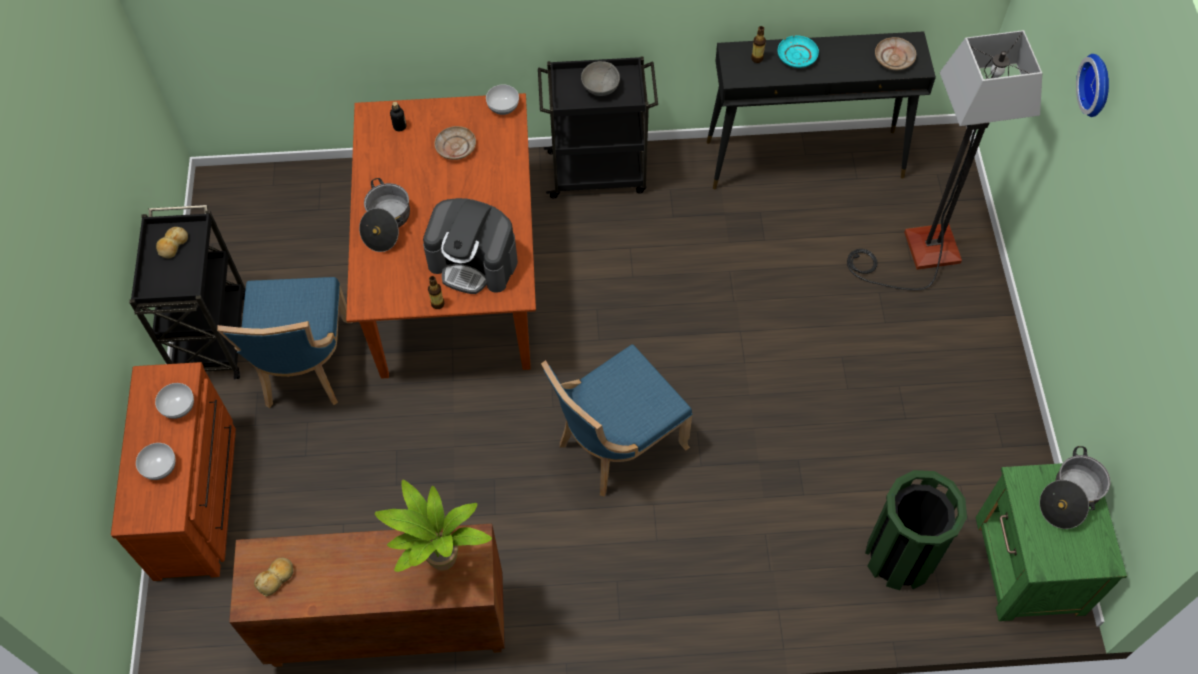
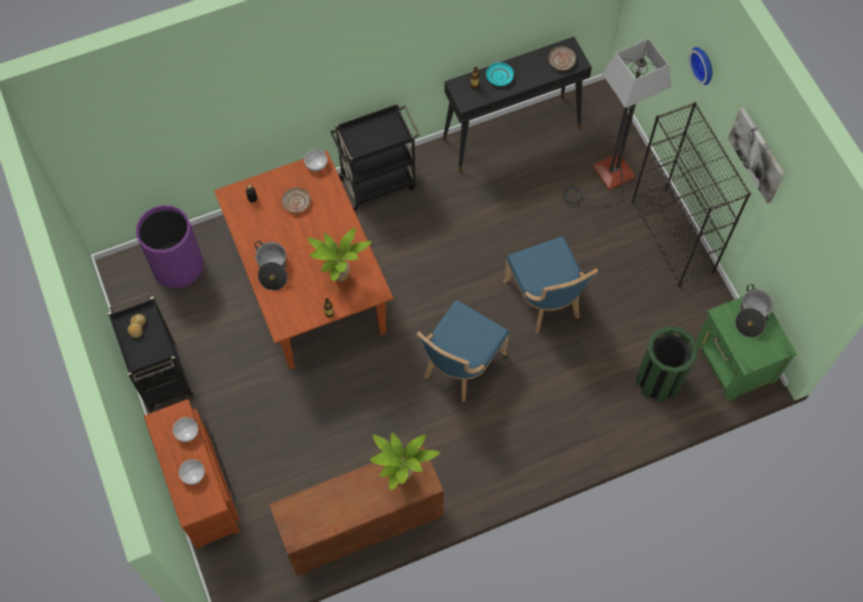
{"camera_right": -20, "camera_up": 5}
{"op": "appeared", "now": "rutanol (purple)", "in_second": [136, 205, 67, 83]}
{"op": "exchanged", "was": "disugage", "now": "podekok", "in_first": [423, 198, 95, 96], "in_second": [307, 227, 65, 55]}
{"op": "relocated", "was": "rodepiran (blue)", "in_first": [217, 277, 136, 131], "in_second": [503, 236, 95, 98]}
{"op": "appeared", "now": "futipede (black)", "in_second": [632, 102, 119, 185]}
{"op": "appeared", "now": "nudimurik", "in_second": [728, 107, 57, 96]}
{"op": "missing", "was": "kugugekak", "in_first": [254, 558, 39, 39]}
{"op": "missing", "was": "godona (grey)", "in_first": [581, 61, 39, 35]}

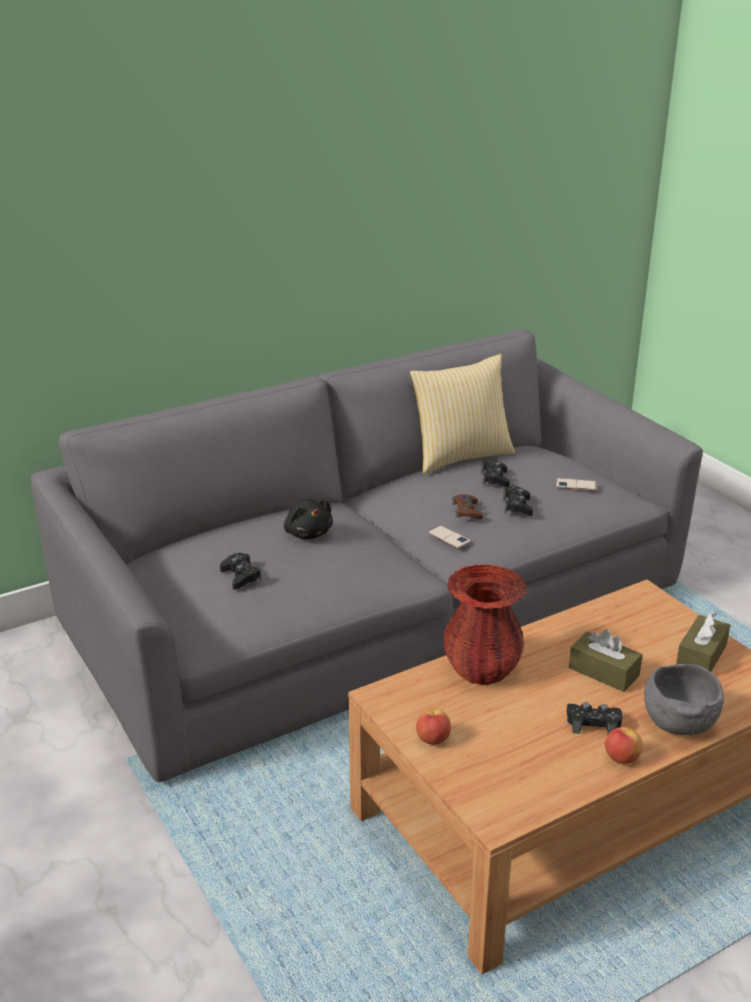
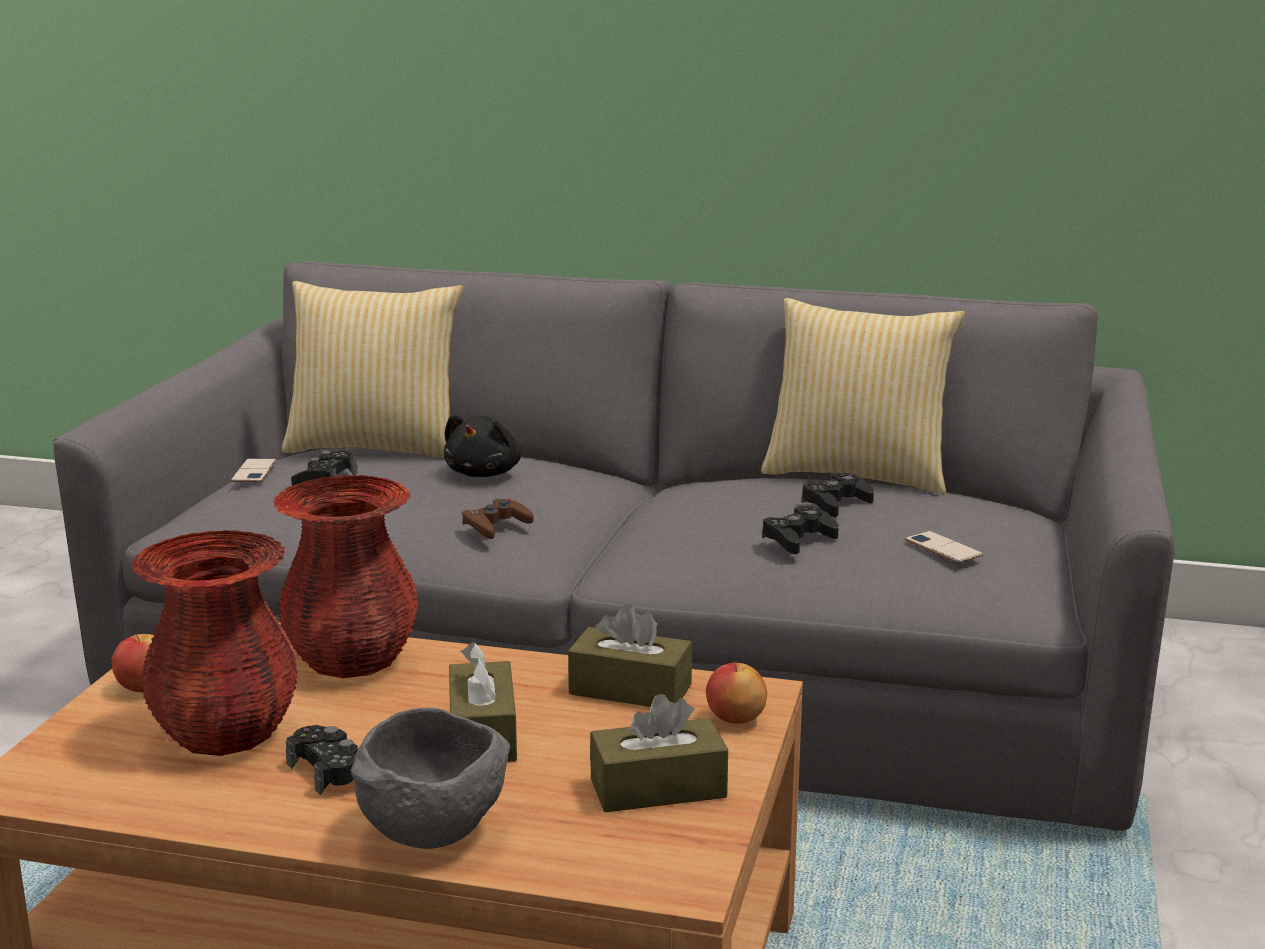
{"camera_right": 45, "camera_up": -10}
{"op": "appeared", "now": "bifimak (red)", "in_second": [131, 530, 167, 226]}
{"op": "relocated", "was": "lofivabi", "in_first": [428, 525, 43, 24], "in_second": [231, 459, 46, 23]}
{"op": "appeared", "now": "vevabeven", "in_second": [282, 281, 181, 178]}
{"op": "relocated", "was": "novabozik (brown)", "in_first": [452, 494, 31, 26], "in_second": [462, 498, 72, 41]}
{"op": "appeared", "now": "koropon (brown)", "in_second": [568, 604, 124, 103]}
{"op": "relocated", "was": "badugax", "in_first": [605, 727, 38, 37], "in_second": [706, 661, 61, 63]}

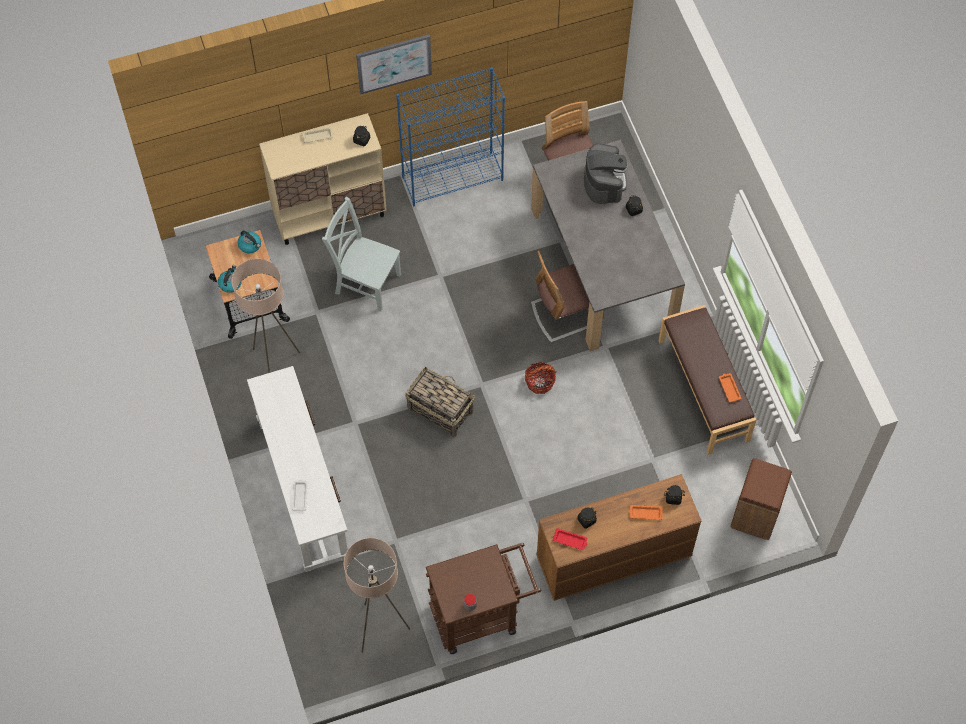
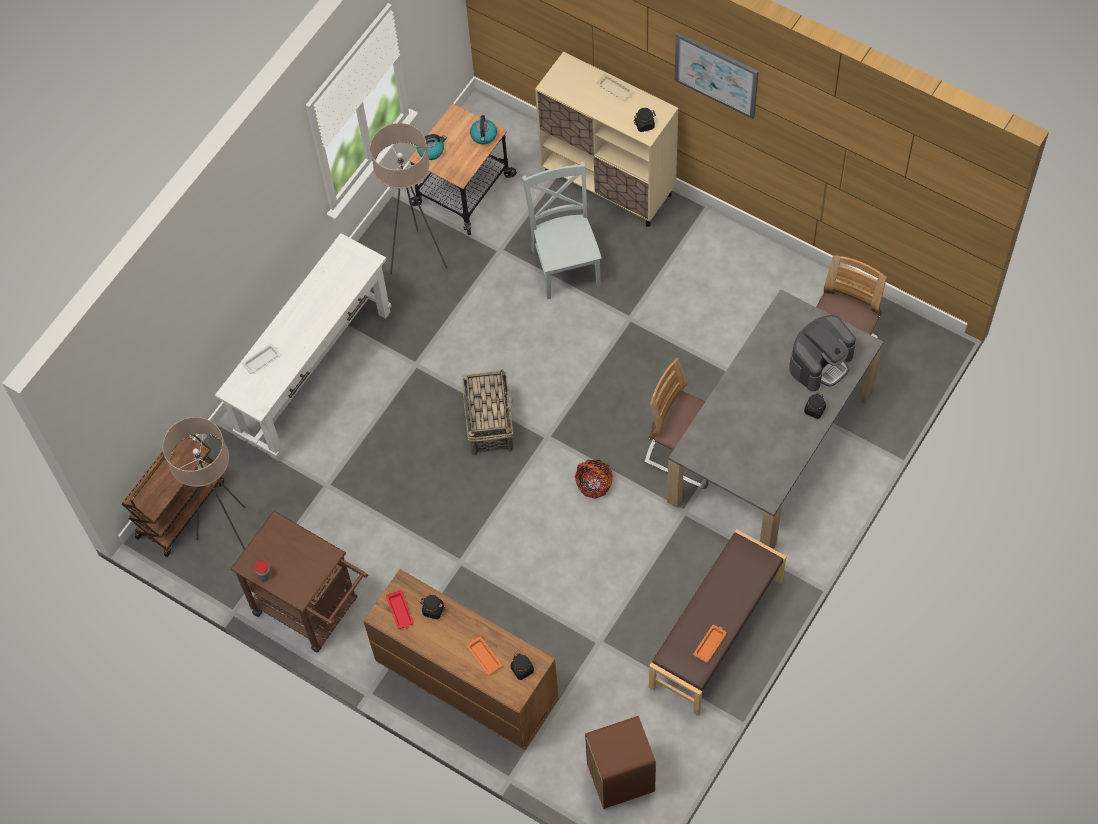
{"camera_right": 55, "camera_up": 0}
{"op": "appeared", "now": "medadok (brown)", "in_second": [122, 435, 102, 122]}
{"op": "missing", "was": "futipede (blue)", "in_first": [396, 67, 109, 139]}

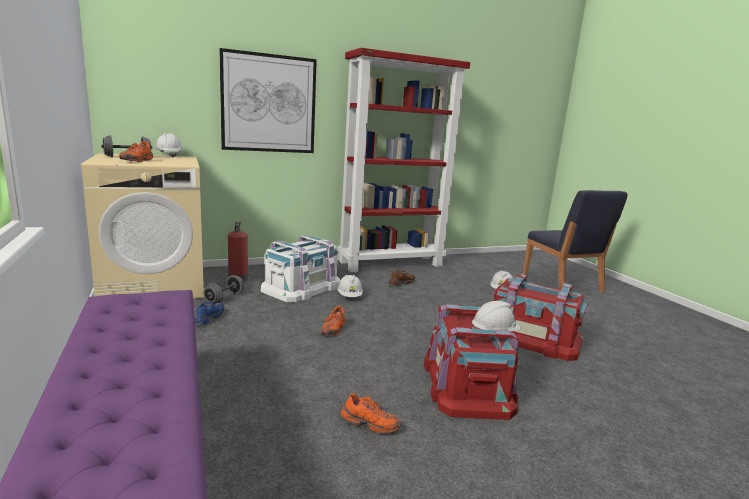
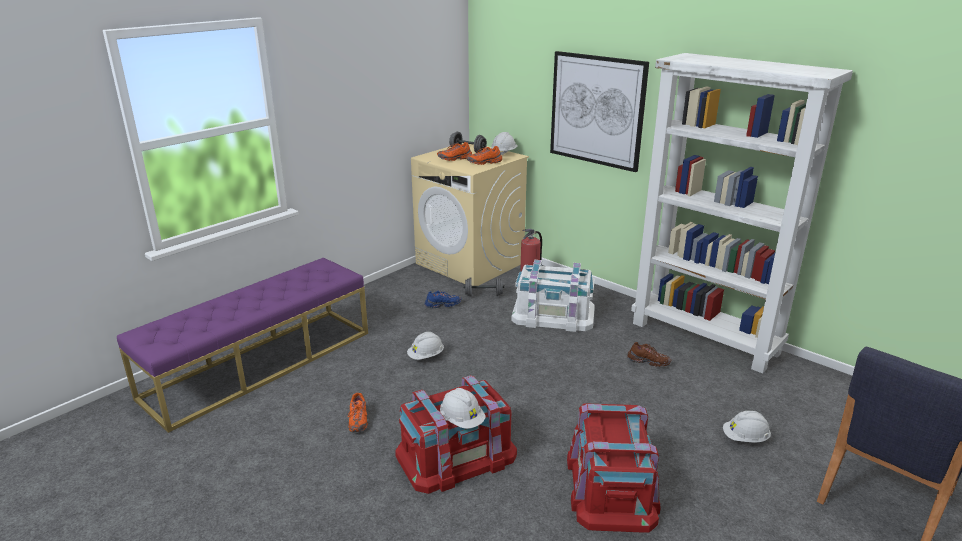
{"camera_right": 65, "camera_up": 10}
{"op": "relocated", "was": "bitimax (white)", "in_first": [337, 275, 26, 22], "in_second": [407, 332, 37, 28]}
{"op": "relocated", "was": "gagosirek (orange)", "in_first": [321, 306, 25, 29], "in_second": [466, 146, 36, 19]}
{"op": "colour", "was": "futipede (red)", "now": "futipede (white)", "in_first": [338, 48, 133, 224], "in_second": [631, 53, 222, 321]}

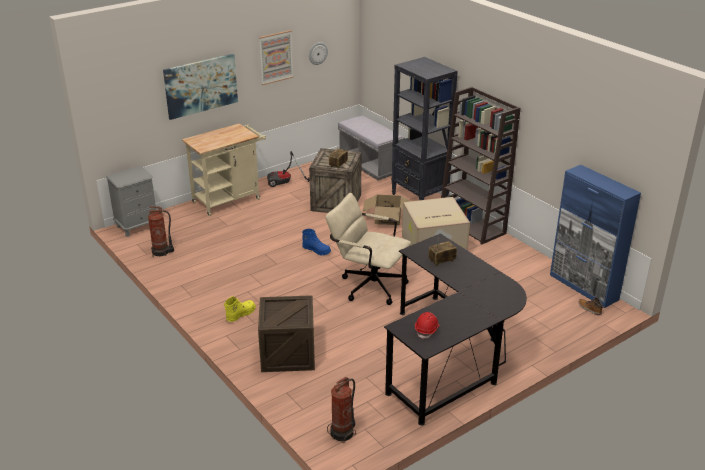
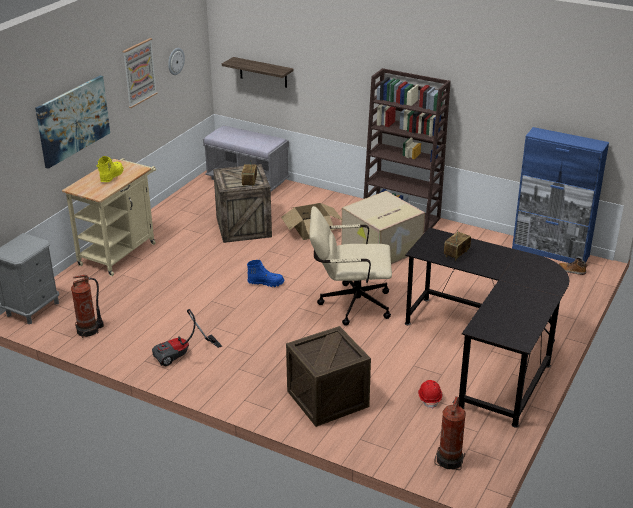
{"camera_right": -25, "camera_up": 0}
{"op": "relocated", "was": "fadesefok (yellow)", "in_first": [224, 296, 32, 26], "in_second": [97, 156, 27, 26]}
{"op": "relocated", "was": "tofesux", "in_first": [267, 151, 43, 36], "in_second": [152, 309, 70, 57]}
{"op": "appeared", "now": "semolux", "in_second": [222, 57, 72, 31]}
{"op": "relocated", "was": "bitimax (red)", "in_first": [415, 312, 25, 27], "in_second": [418, 380, 24, 29]}
{"op": "missing", "was": "futipede (black)", "in_first": [391, 57, 67, 143]}

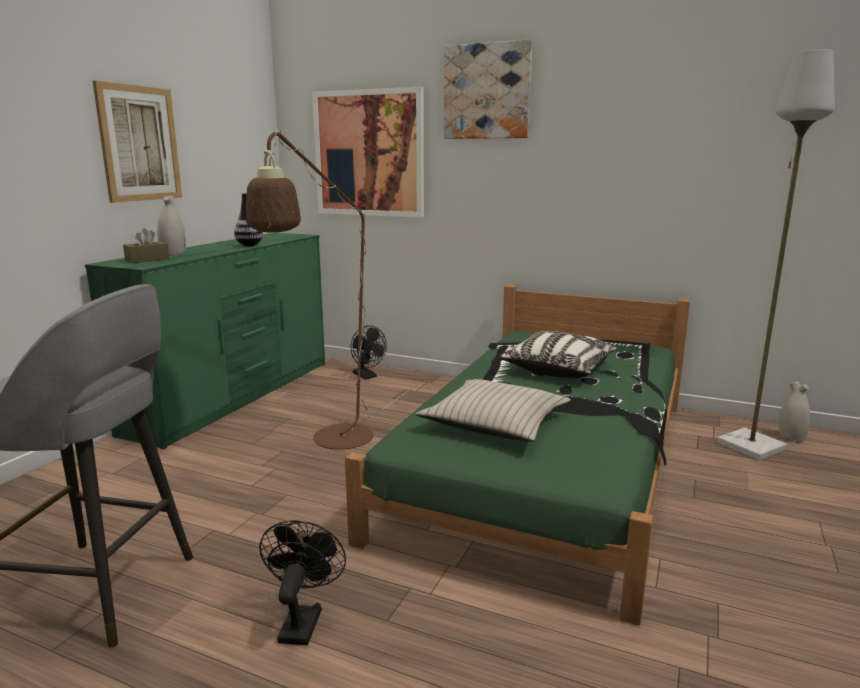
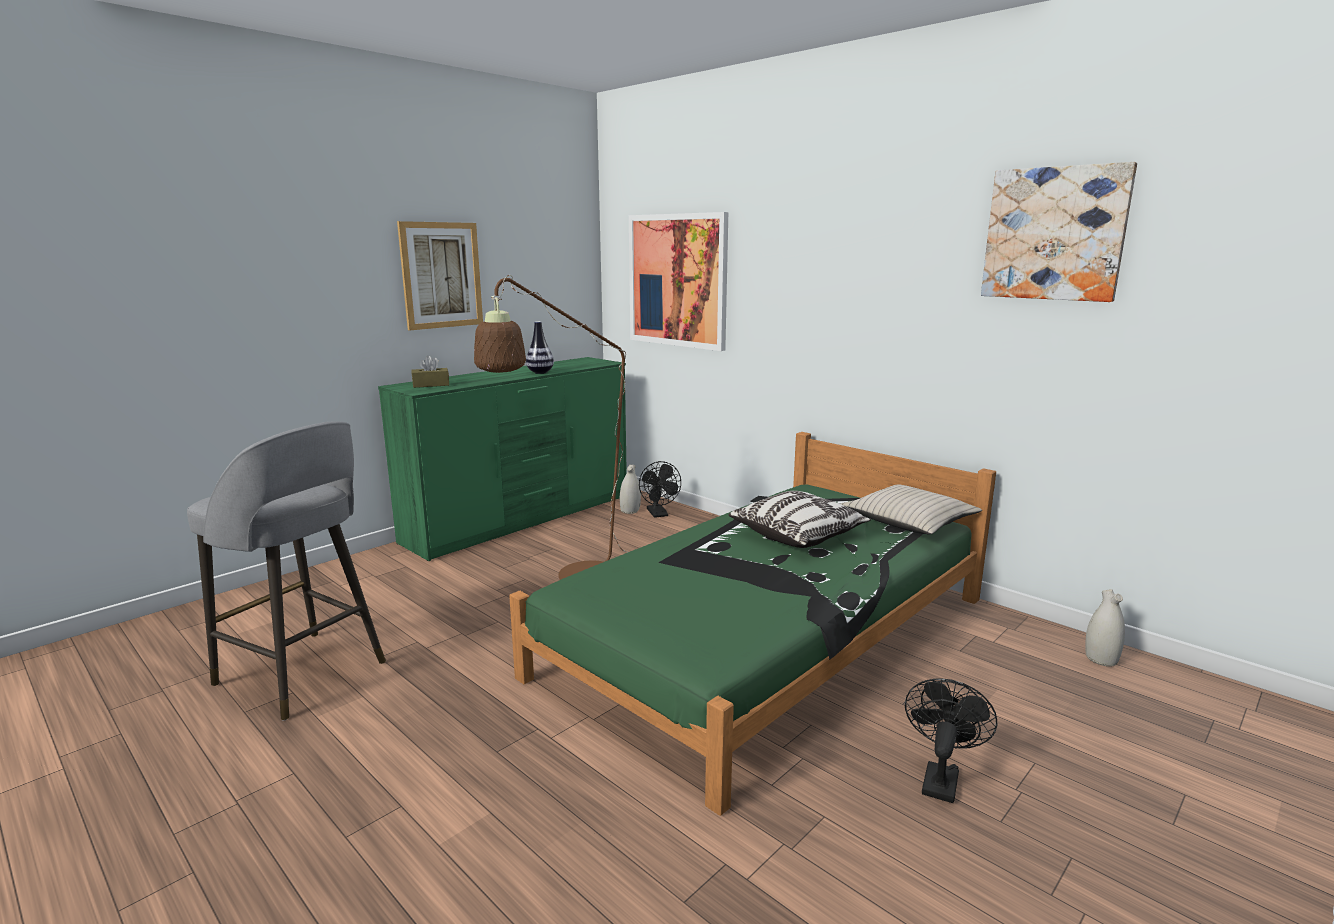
{"camera_right": 20, "camera_up": 0}
{"op": "relocated", "was": "bifimak (white)", "in_first": [157, 196, 28, 60], "in_second": [620, 465, 21, 49]}
{"op": "relocated", "was": "vevabeven (beige)", "in_first": [416, 379, 155, 63], "in_second": [841, 485, 141, 50]}
{"op": "relocated", "was": "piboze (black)", "in_first": [259, 520, 87, 125], "in_second": [905, 679, 92, 124]}
{"op": "relocated", "was": "nudimurik", "in_first": [444, 39, 88, 100], "in_second": [981, 162, 156, 140]}
{"op": "missing", "was": "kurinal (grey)", "in_first": [717, 49, 118, 411]}

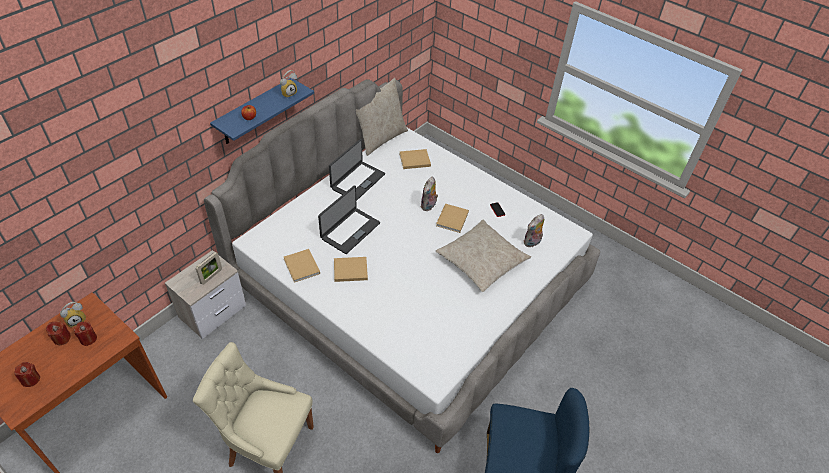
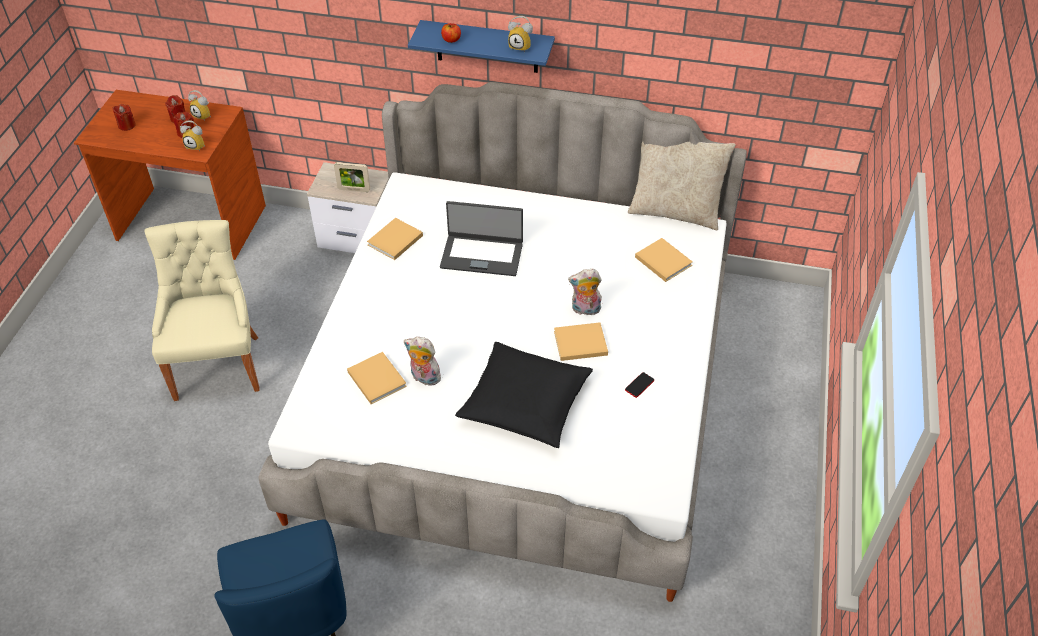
{"camera_right": 65, "camera_up": 0}
{"op": "appeared", "now": "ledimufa", "in_second": [180, 120, 25, 31]}
{"op": "relocated", "was": "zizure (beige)", "in_first": [334, 257, 34, 25], "in_second": [347, 352, 60, 52]}
{"op": "relocated", "was": "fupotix", "in_first": [524, 214, 20, 33], "in_second": [404, 337, 37, 49]}
{"op": "colour", "was": "vevabeven (beige)", "now": "vevabeven (black)", "in_first": [436, 220, 95, 72], "in_second": [455, 342, 138, 106]}
{"op": "missing", "was": "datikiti", "in_first": [329, 139, 56, 62]}

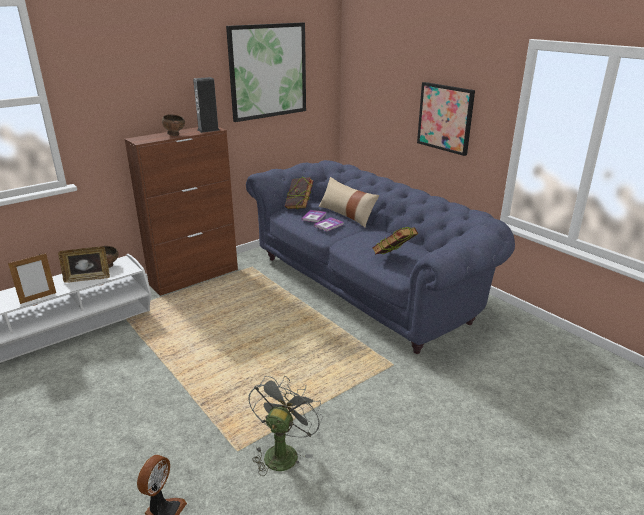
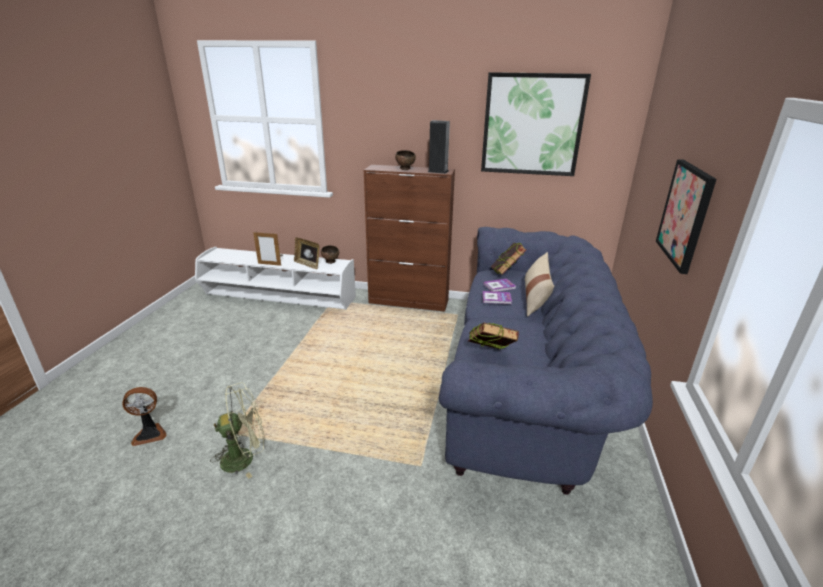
{"camera_right": 50, "camera_up": 0}
{"op": "colour", "was": "piboze (grey)", "now": "piboze (green)", "in_first": [248, 376, 75, 100], "in_second": [210, 382, 55, 97]}

